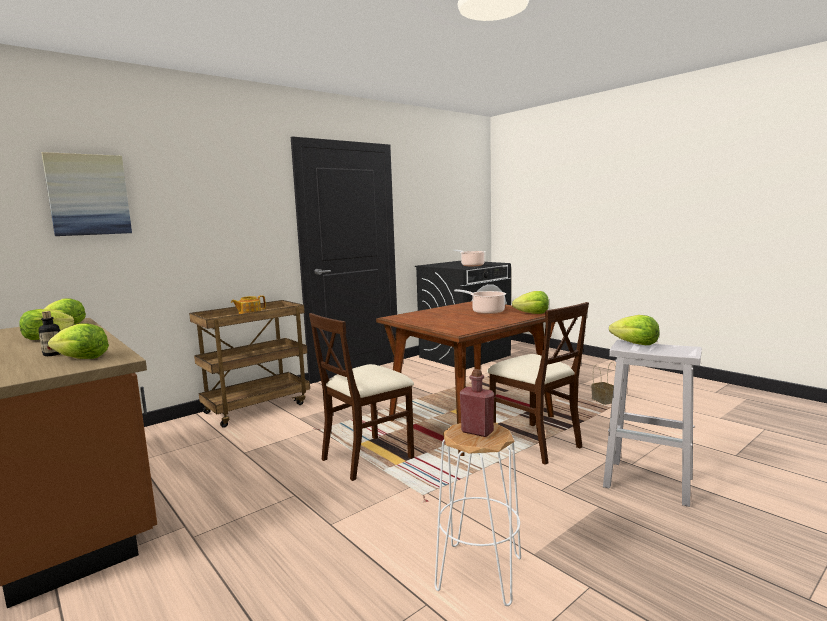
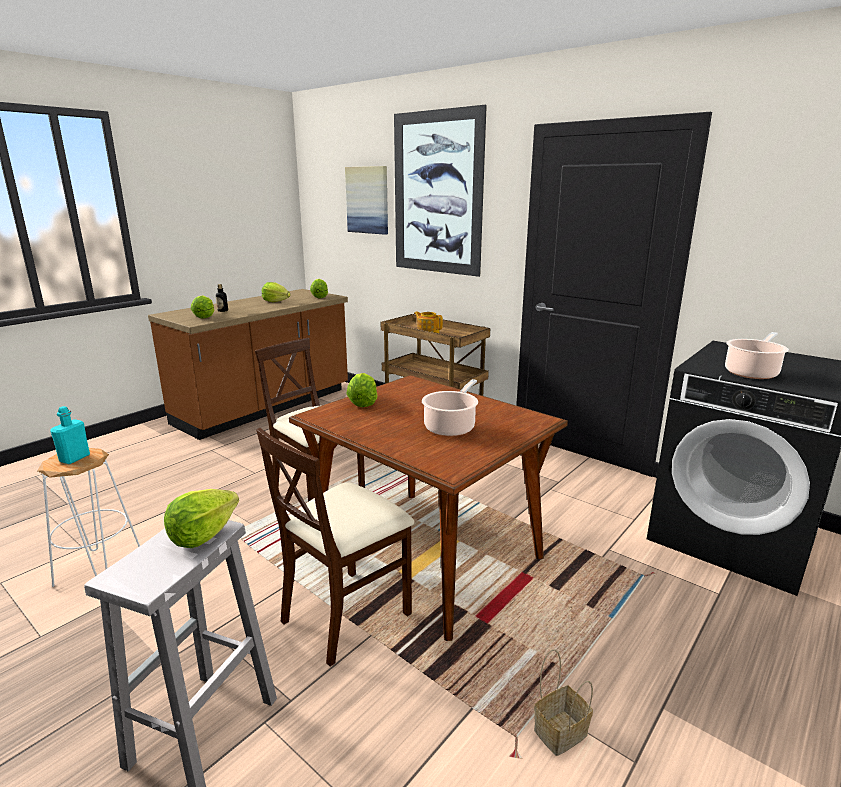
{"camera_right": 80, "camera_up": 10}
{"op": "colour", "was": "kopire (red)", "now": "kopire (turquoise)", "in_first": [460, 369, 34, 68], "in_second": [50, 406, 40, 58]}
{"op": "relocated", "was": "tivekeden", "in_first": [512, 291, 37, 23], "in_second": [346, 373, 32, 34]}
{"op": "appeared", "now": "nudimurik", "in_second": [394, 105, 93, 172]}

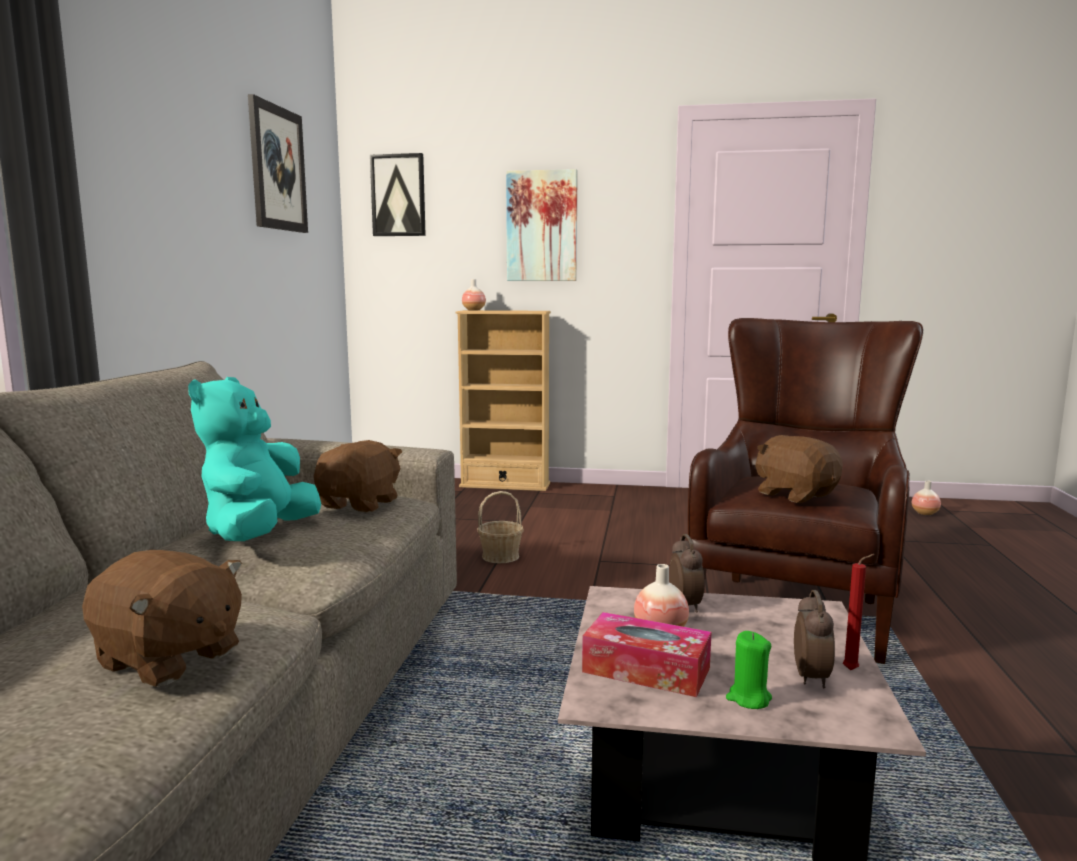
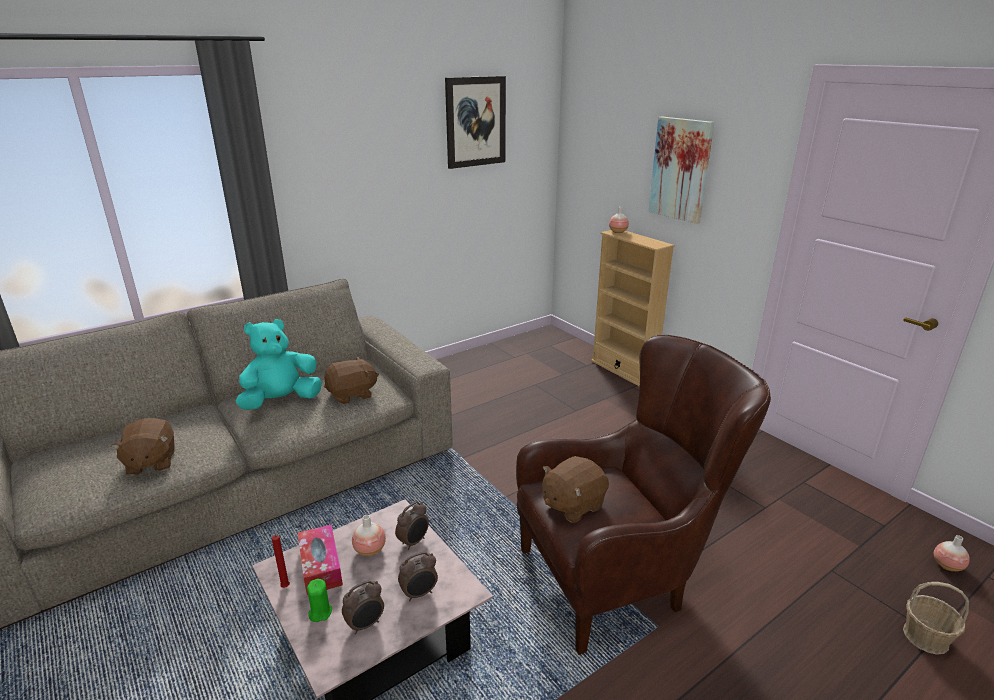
{"camera_right": 45, "camera_up": 15}
{"op": "relocated", "was": "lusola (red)", "in_first": [843, 554, 31, 116], "in_second": [272, 535, 18, 53]}
{"op": "appeared", "now": "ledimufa", "in_second": [398, 552, 40, 49]}
{"op": "spun", "was": "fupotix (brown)", "in_first": [755, 435, 88, 68], "in_second": [542, 456, 67, 67], "clockwise": -135}
{"op": "relocated", "was": "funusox", "in_first": [478, 491, 46, 72], "in_second": [903, 582, 66, 73]}
{"op": "missing", "was": "nudimurik", "in_first": [370, 153, 56, 83]}

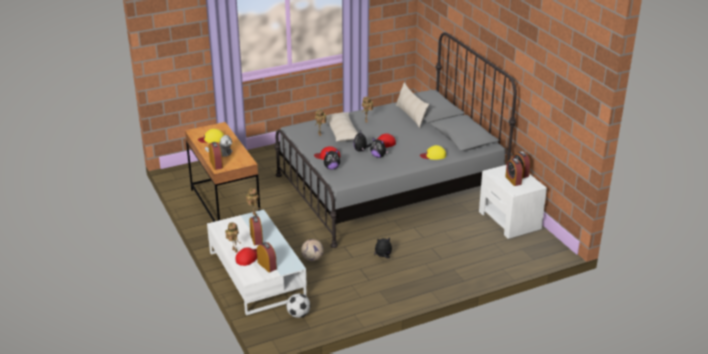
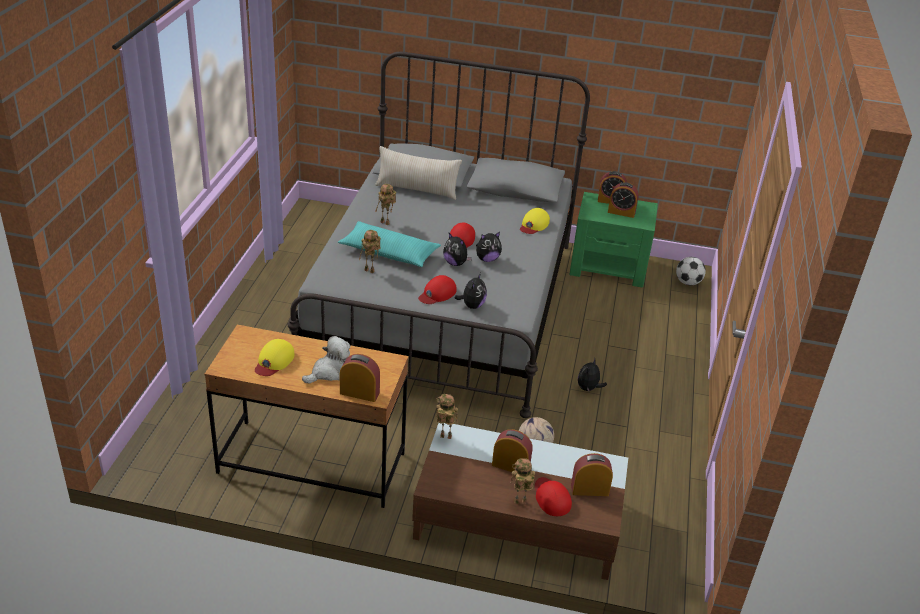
{"camera_right": -55, "camera_up": 5}
{"op": "colour", "was": "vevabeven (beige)", "now": "vevabeven (turquoise)", "in_first": [326, 112, 32, 30], "in_second": [338, 221, 103, 46]}
{"op": "colour", "was": "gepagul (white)", "now": "gepagul (brown)", "in_first": [207, 210, 100, 105], "in_second": [412, 423, 216, 157]}
{"op": "colour", "was": "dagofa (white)", "now": "dagofa (green)", "in_first": [479, 165, 68, 74], "in_second": [569, 192, 89, 95]}
{"op": "relocated", "was": "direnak", "in_first": [286, 293, 24, 25], "in_second": [676, 257, 30, 28]}

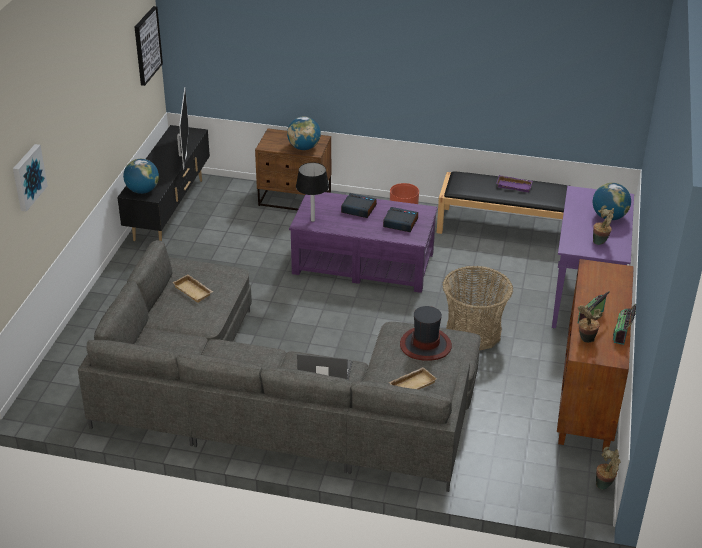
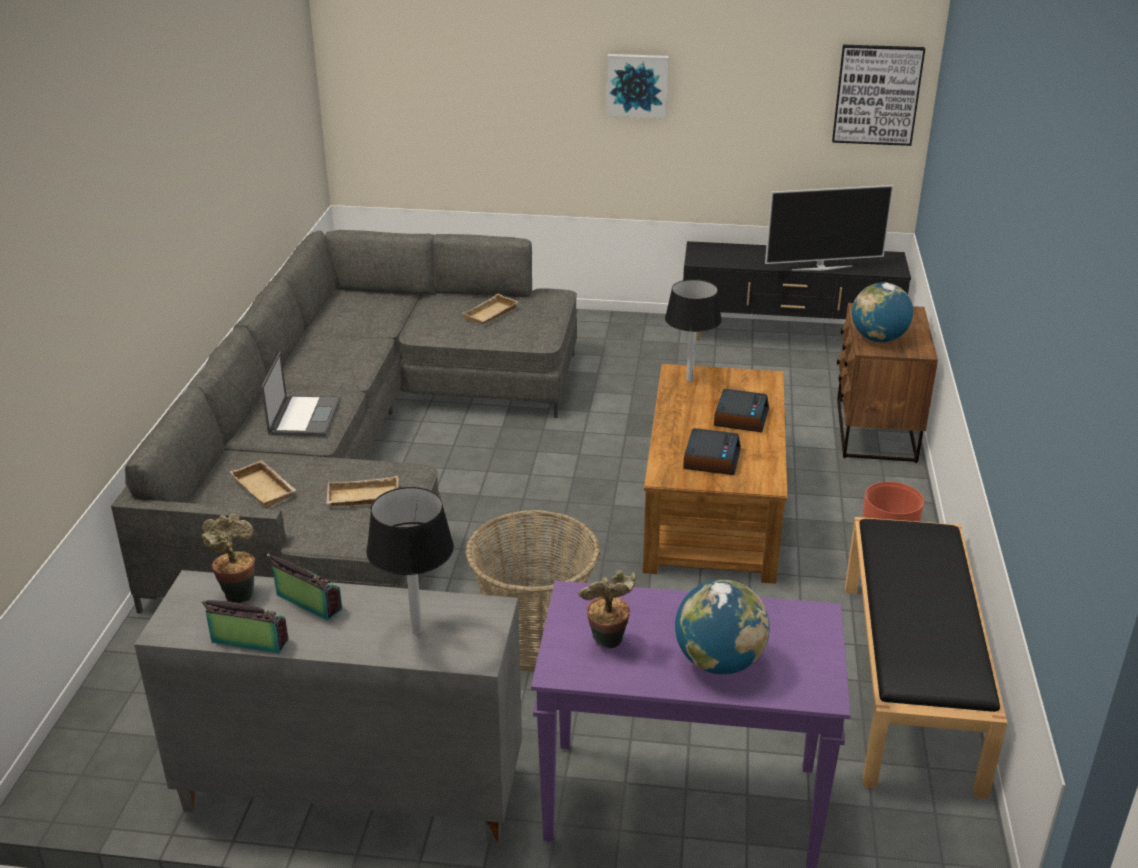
{"camera_right": 85, "camera_up": -5}
{"op": "colour", "was": "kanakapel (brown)", "now": "kanakapel (grey)", "in_first": [557, 259, 77, 192], "in_second": [134, 570, 388, 274]}
{"op": "exchanged", "was": "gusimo", "now": "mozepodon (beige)", "in_first": [400, 306, 52, 55], "in_second": [326, 476, 72, 30]}
{"op": "appeared", "now": "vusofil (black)", "in_second": [366, 487, 88, 148]}
{"op": "relocated", "was": "nudimurik", "in_first": [13, 144, 35, 67], "in_second": [606, 54, 63, 64]}
{"op": "colour", "was": "gepagul (purple)", "now": "gepagul (brown)", "in_first": [289, 192, 149, 101], "in_second": [643, 364, 145, 220]}
{"op": "missing", "was": "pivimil", "in_first": [123, 159, 36, 35]}
{"op": "missing", "was": "mozepodon (purple)", "in_first": [496, 175, 37, 17]}
{"op": "missing", "was": "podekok", "in_first": [596, 447, 24, 43]}

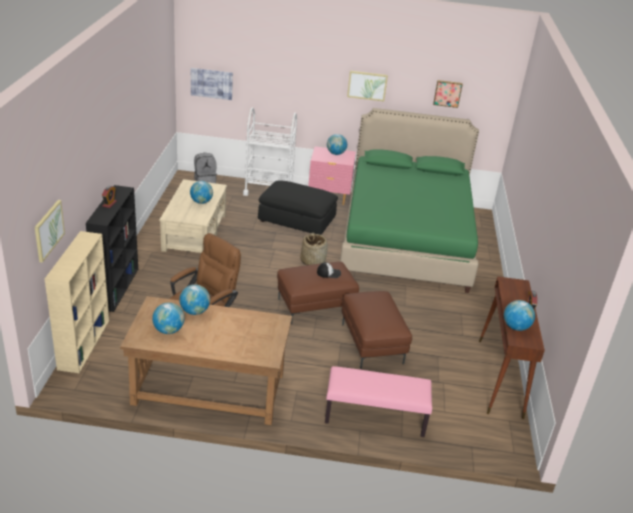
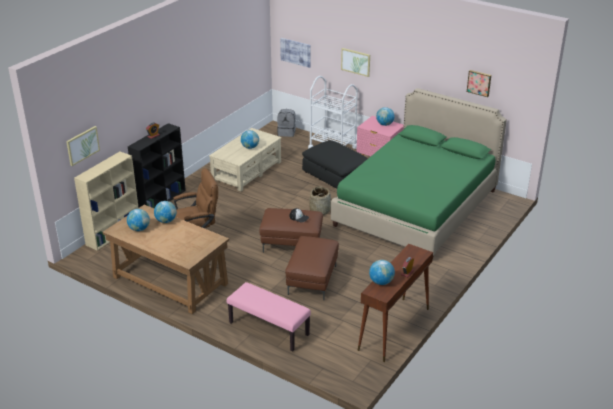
{"camera_right": 30, "camera_up": 0}
{"op": "relocated", "was": "nudimurik", "in_first": [347, 71, 41, 30], "in_second": [341, 48, 29, 29]}

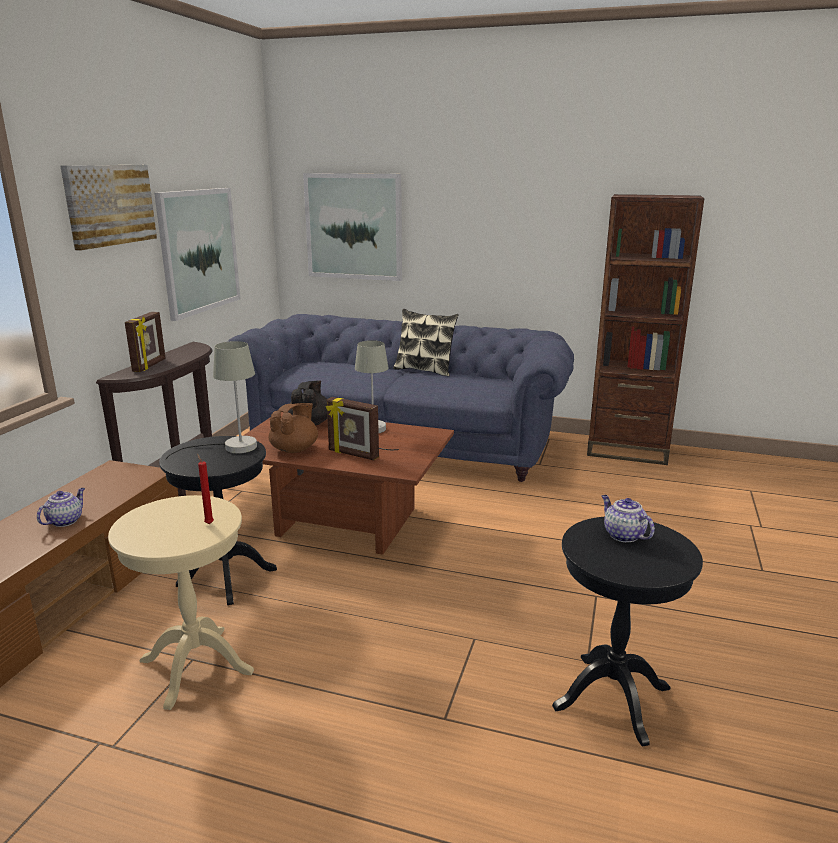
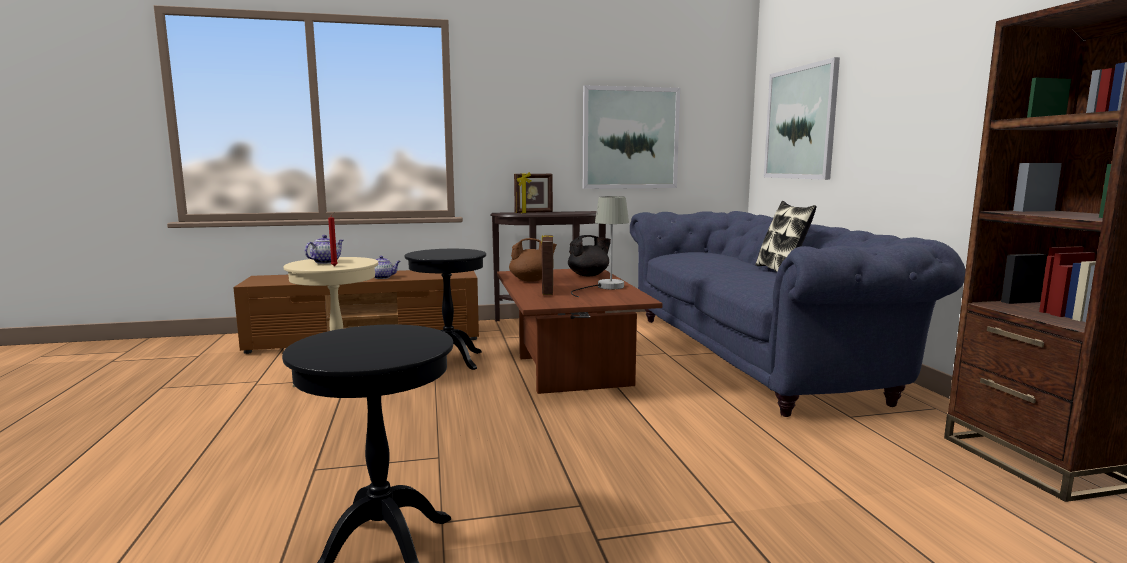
{"camera_right": 60, "camera_up": -10}
{"op": "relocated", "was": "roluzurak", "in_first": [602, 495, 53, 47], "in_second": [305, 235, 38, 29]}
{"op": "missing", "was": "nudimurik", "in_first": [61, 165, 96, 86]}
{"op": "missing", "was": "vusofil (grey)", "in_first": [165, 341, 92, 119]}

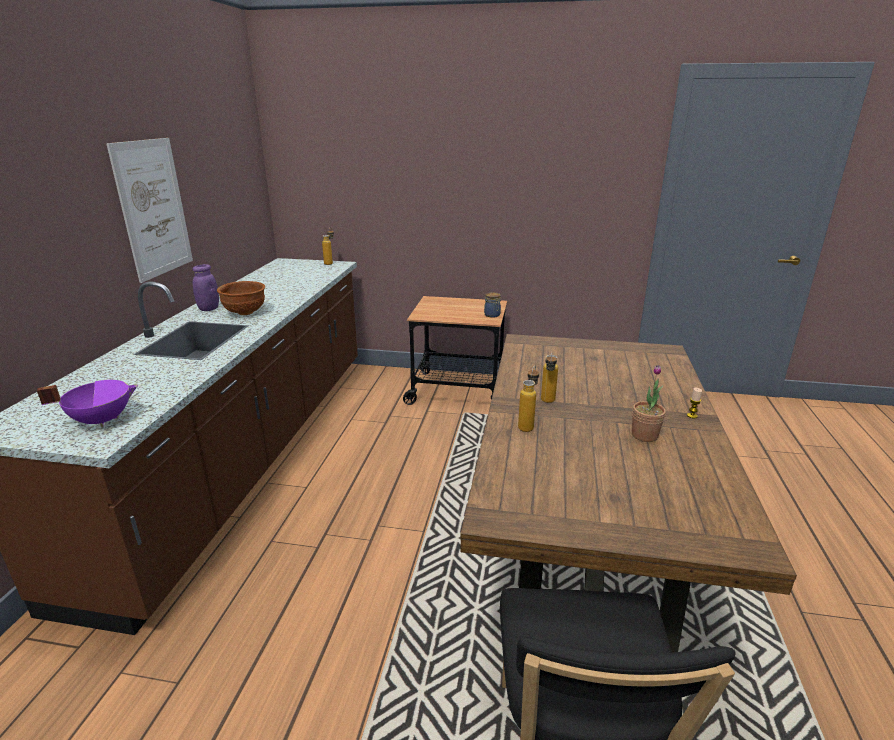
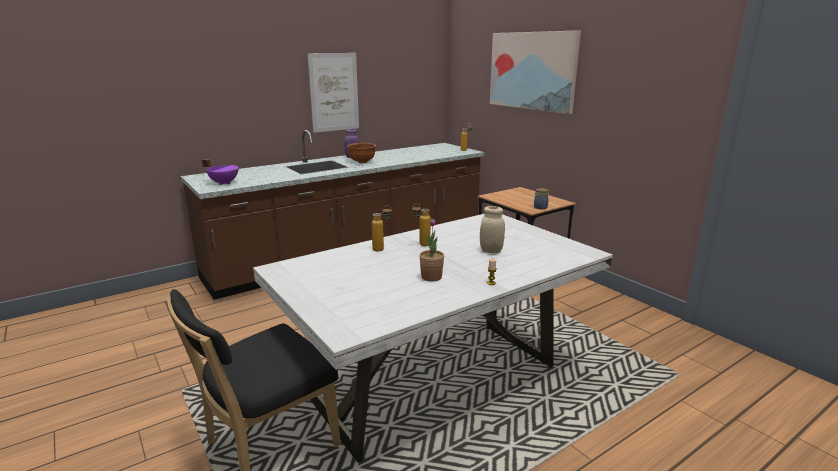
{"camera_right": 45, "camera_up": -5}
{"op": "colour", "was": "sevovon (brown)", "now": "sevovon (white)", "in_first": [460, 334, 337, 319], "in_second": [253, 214, 360, 249]}
{"op": "appeared", "now": "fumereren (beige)", "in_second": [480, 206, 25, 48]}
{"op": "appeared", "now": "nudimurik", "in_second": [490, 30, 91, 84]}

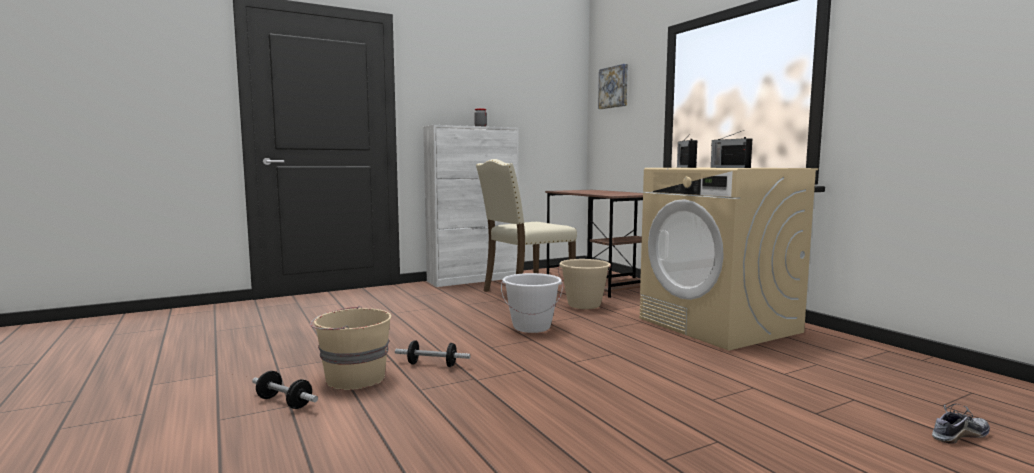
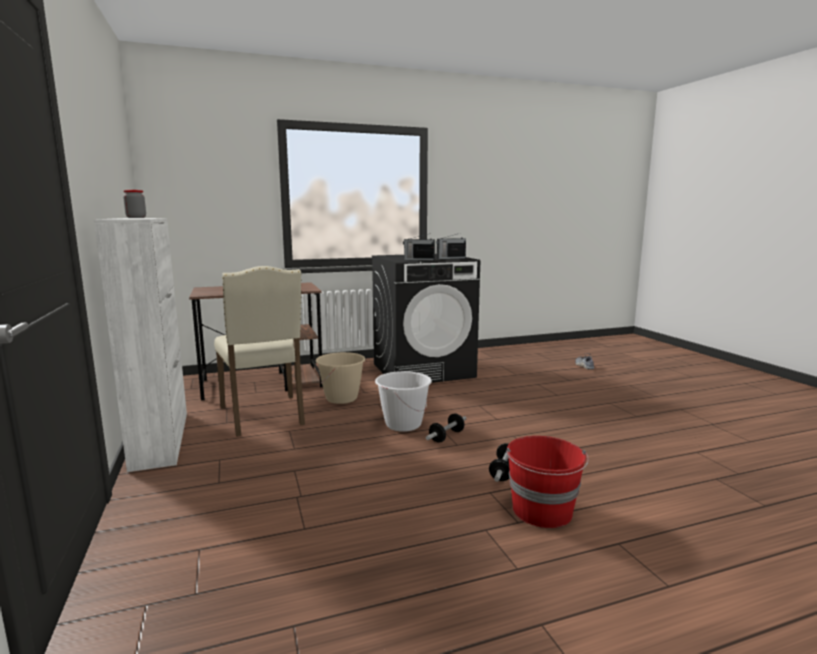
{"camera_right": -80, "camera_up": 5}
{"op": "colour", "was": "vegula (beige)", "now": "vegula (black)", "in_first": [639, 167, 179, 183], "in_second": [372, 254, 108, 129]}
{"op": "relocated", "was": "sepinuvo", "in_first": [252, 371, 66, 38], "in_second": [426, 413, 40, 30]}
{"op": "colour", "was": "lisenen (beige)", "now": "lisenen (red)", "in_first": [310, 306, 81, 84], "in_second": [506, 436, 83, 92]}
{"op": "missing", "was": "nudimurik", "in_first": [598, 64, 30, 45]}

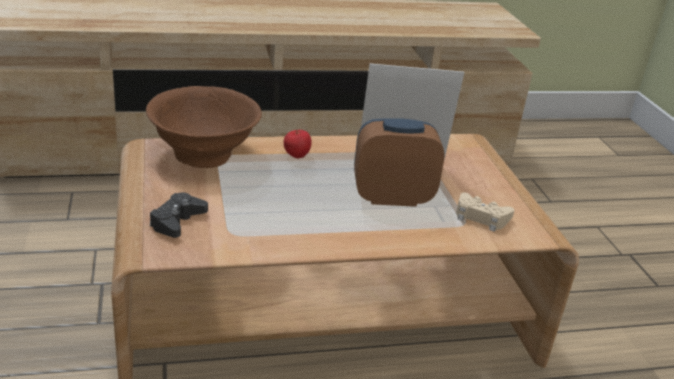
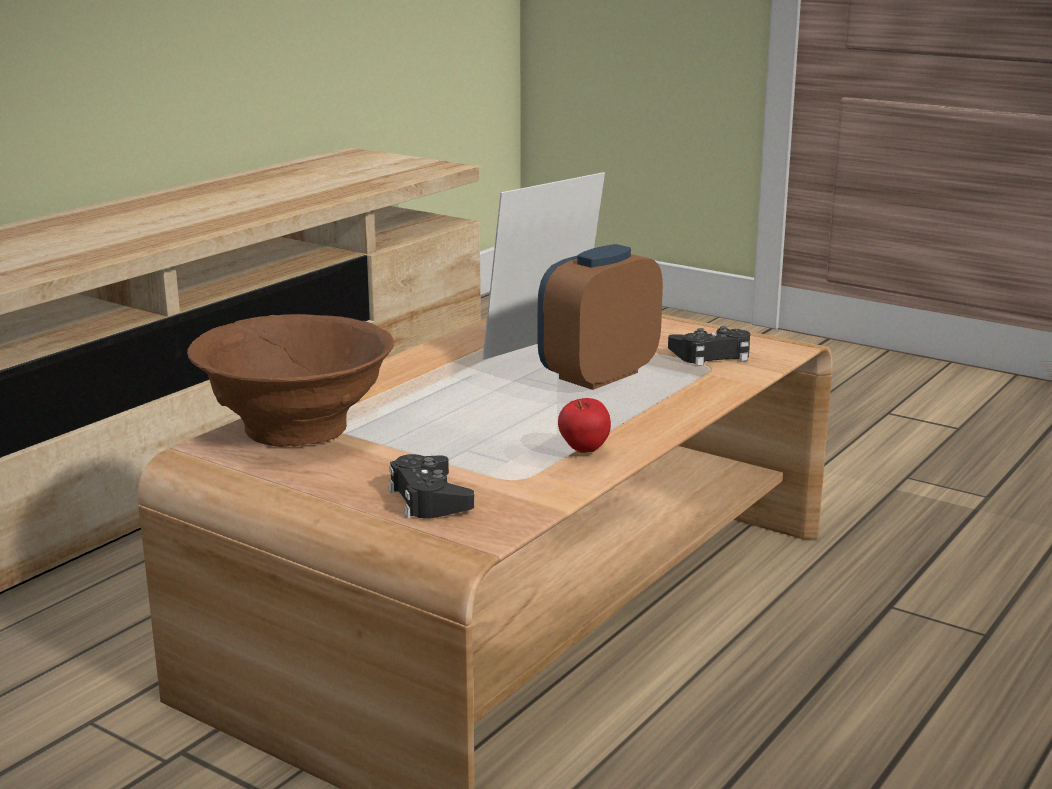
{"camera_right": -40, "camera_up": -10}
{"op": "relocated", "was": "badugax", "in_first": [284, 130, 28, 29], "in_second": [558, 398, 53, 55]}
{"op": "colour", "was": "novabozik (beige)", "now": "novabozik (black)", "in_first": [456, 192, 58, 40], "in_second": [668, 326, 82, 40]}

